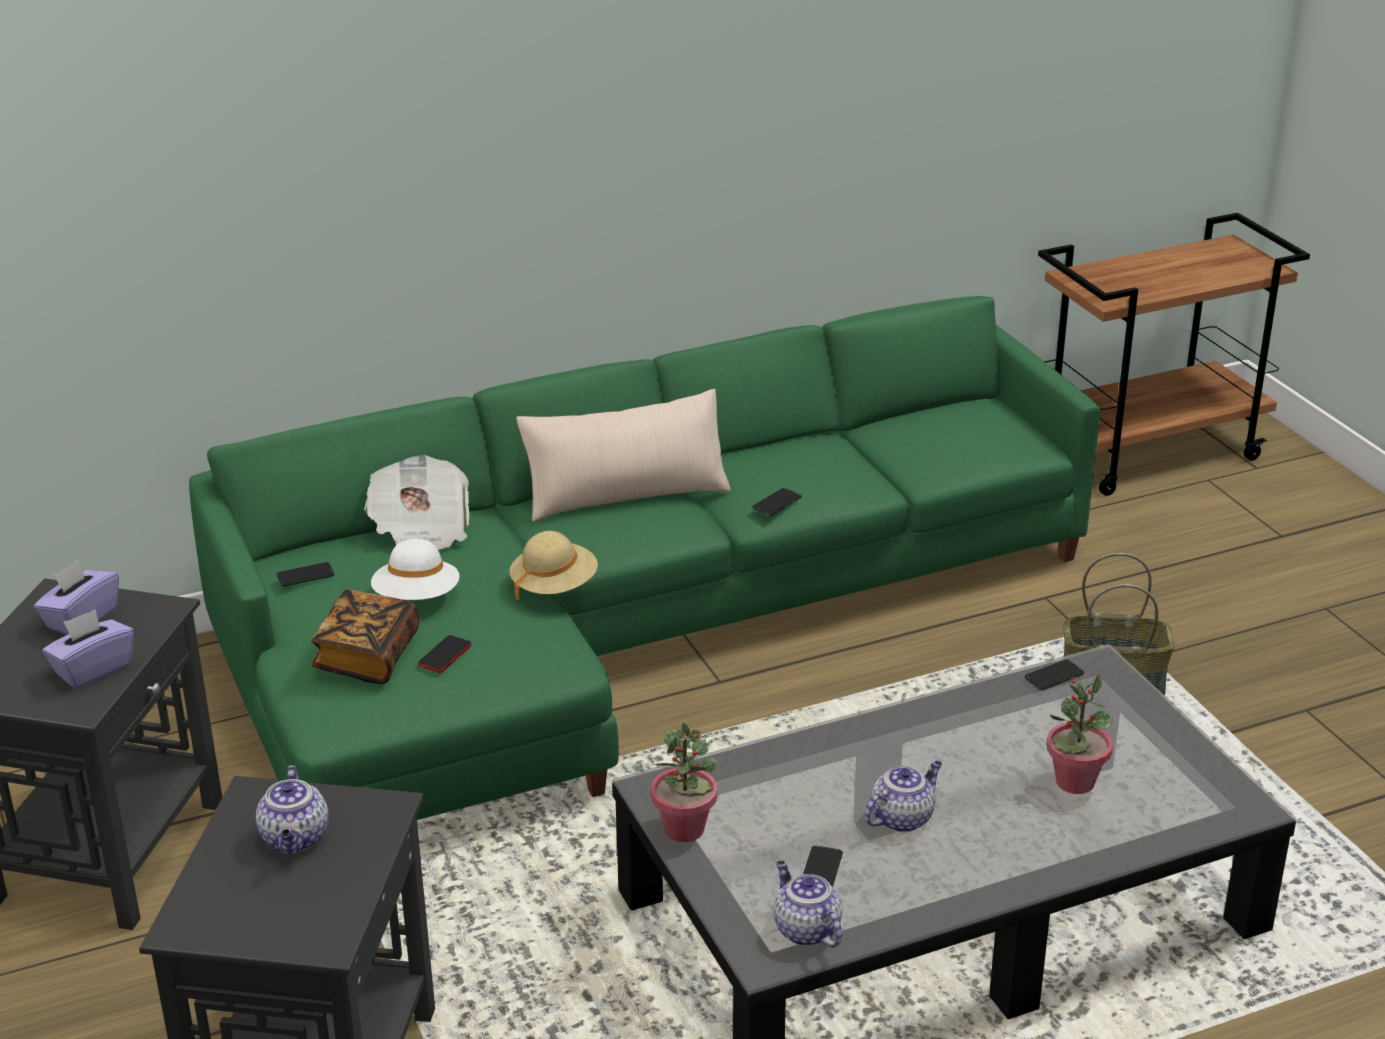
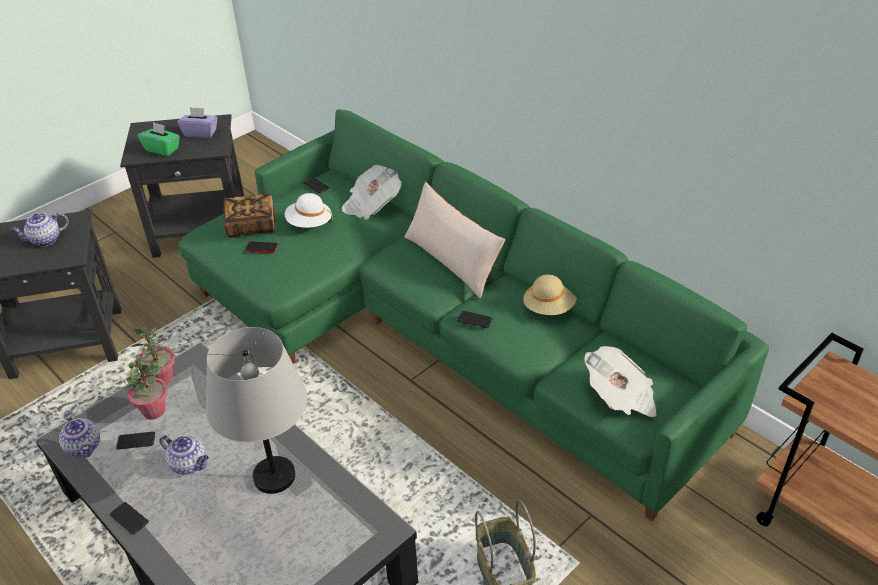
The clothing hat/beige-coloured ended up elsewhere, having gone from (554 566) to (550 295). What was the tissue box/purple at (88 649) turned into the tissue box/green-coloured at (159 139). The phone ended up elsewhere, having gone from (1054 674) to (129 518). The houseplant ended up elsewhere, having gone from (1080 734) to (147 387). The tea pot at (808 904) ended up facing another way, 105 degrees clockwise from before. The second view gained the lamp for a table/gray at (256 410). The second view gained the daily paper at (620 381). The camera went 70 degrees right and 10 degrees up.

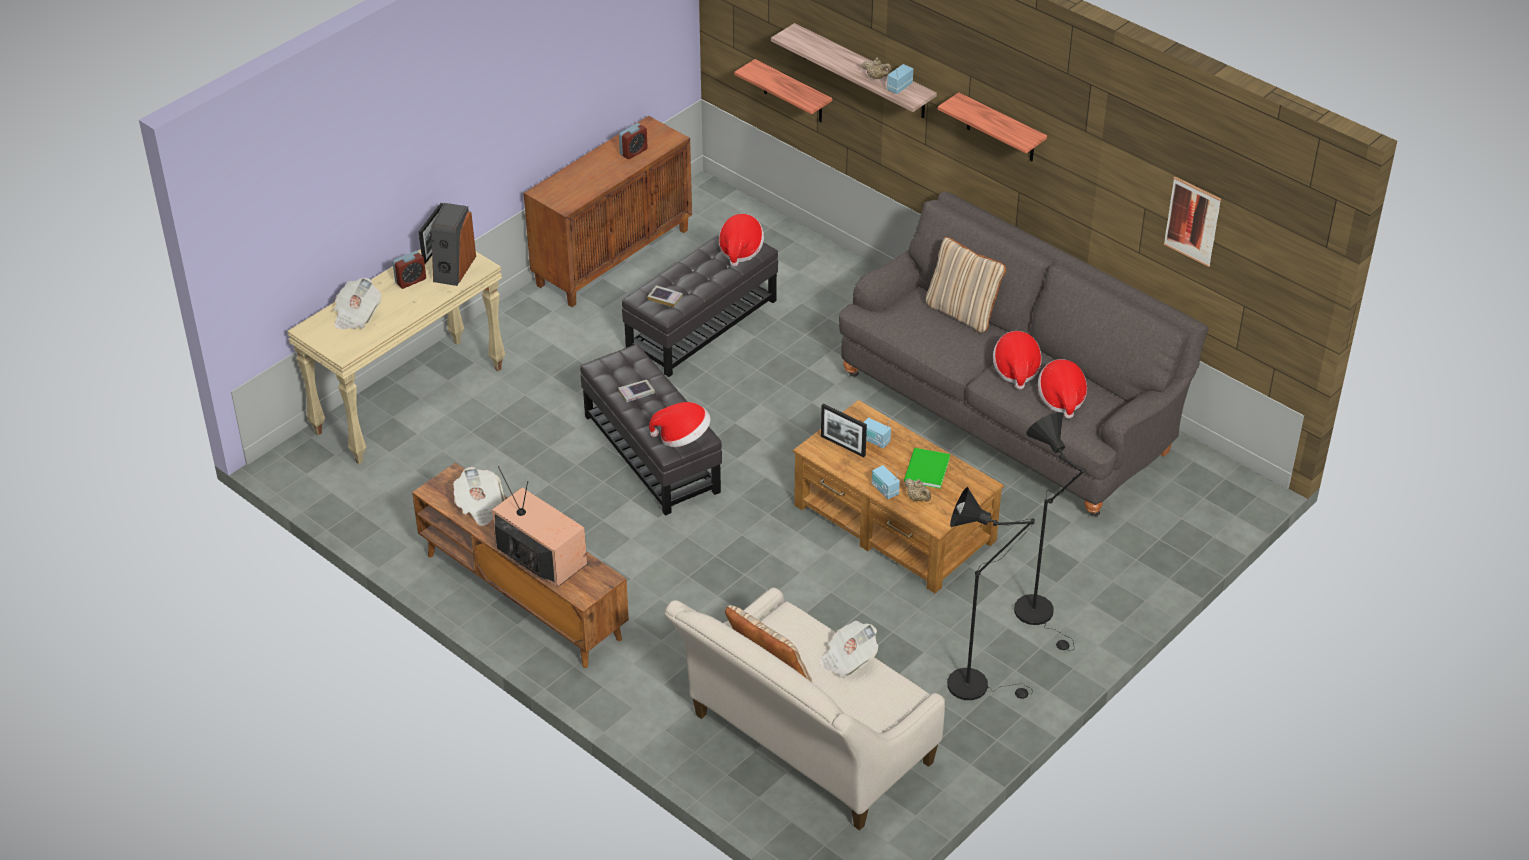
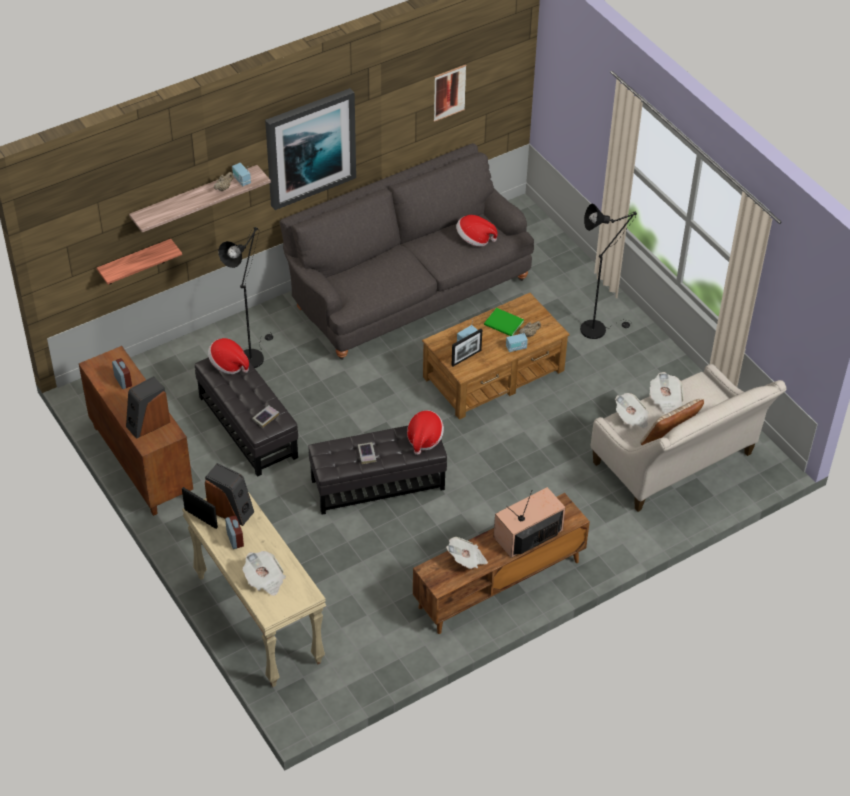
Where the bracket shelf hung at (992 126), the wall art came to hang at (310 149). The second view lost the pillow/beige-coloured at (966 285). The second view lost the clothing hat at (1017 360). The floor lamp/blackish ended up elsewhere, having gone from (991 593) to (245 297). The second view gained the loudspeaker at (148 407). The second view gained the daily paper at (632 411). The camera went 75 degrees left and 5 degrees up.

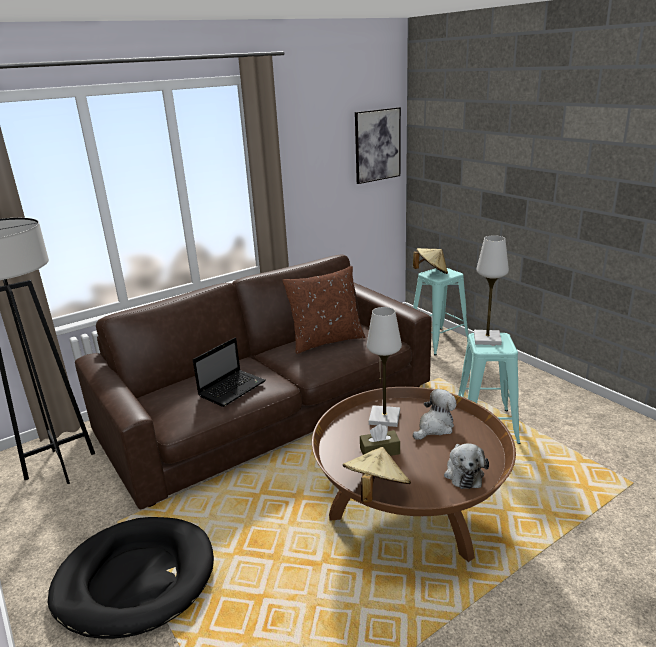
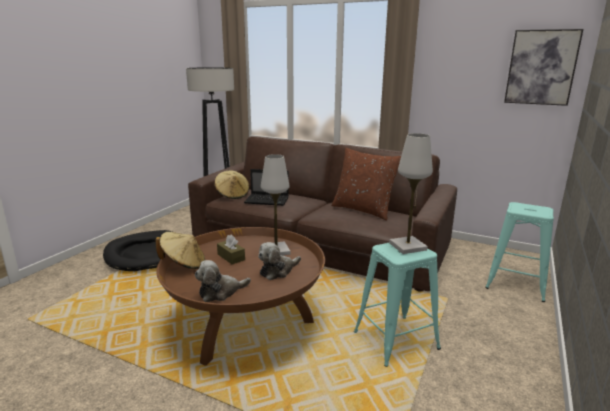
The clothing hat/beige-coloured ended up elsewhere, having gone from (430 261) to (232 185). The cuddly toy at (435 414) ended up facing another way, 120 degrees clockwise from before. The camera went 60 degrees right and 5 degrees down.

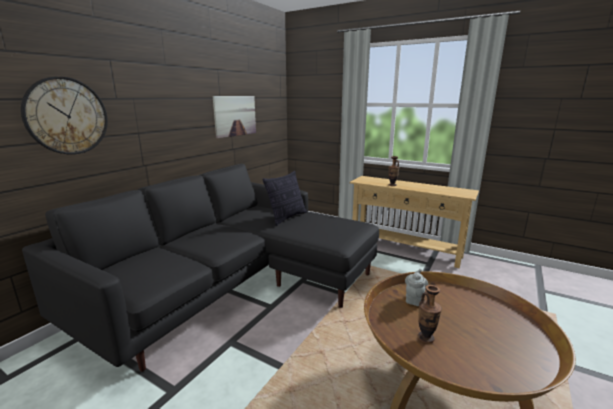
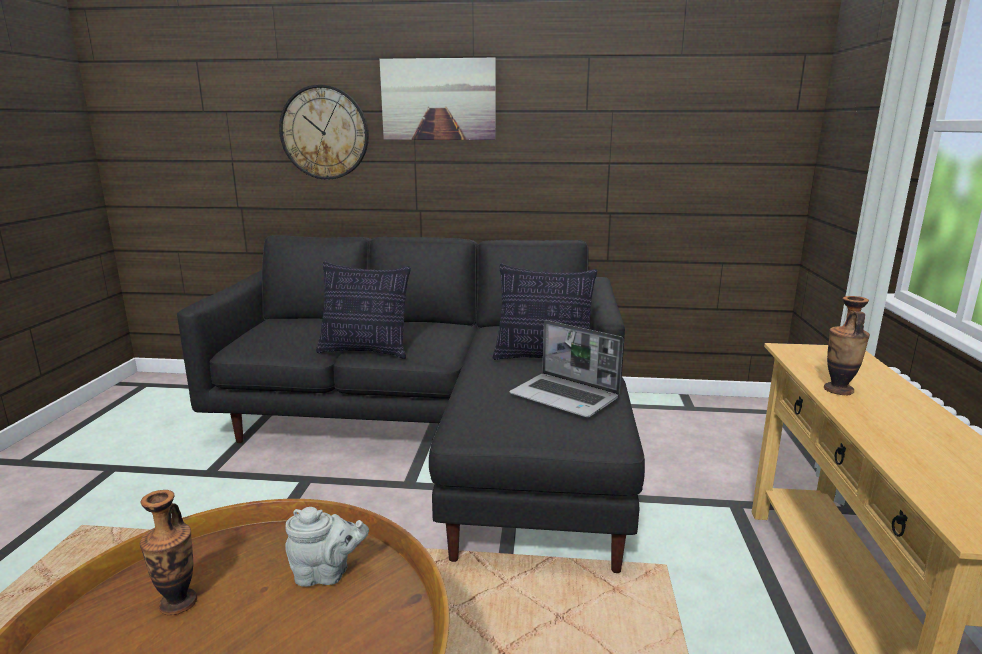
The wall art ended up elsewhere, having gone from (234 117) to (438 98). The second view gained the pillow at (363 310). The second view gained the laptop at (566 368). The camera went 65 degrees right and 0 degrees up.

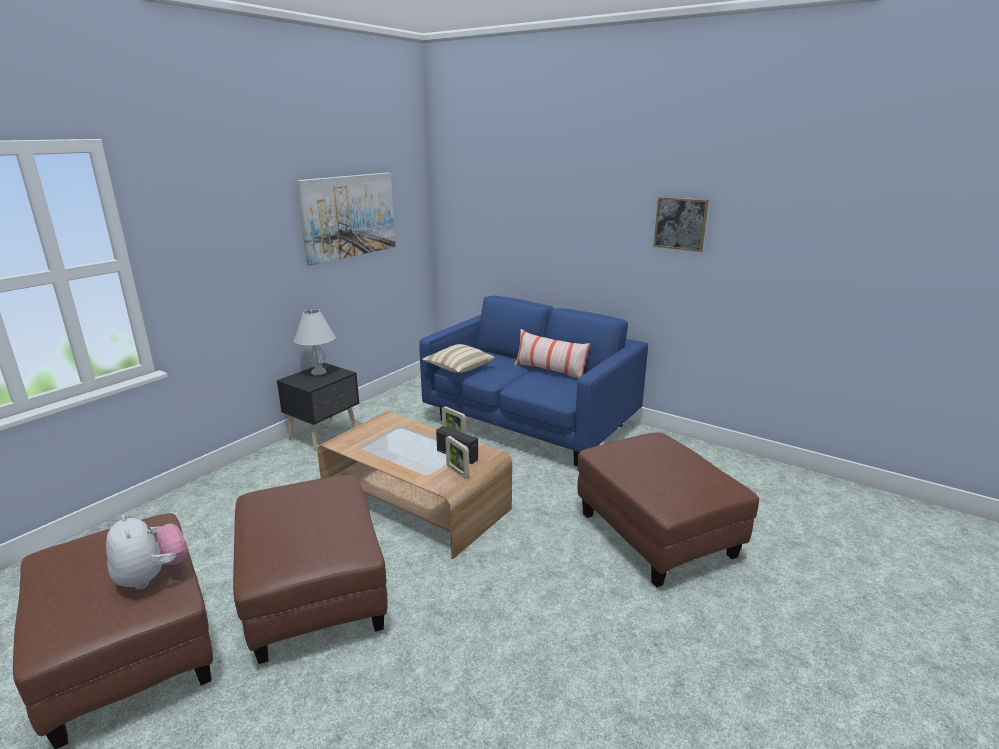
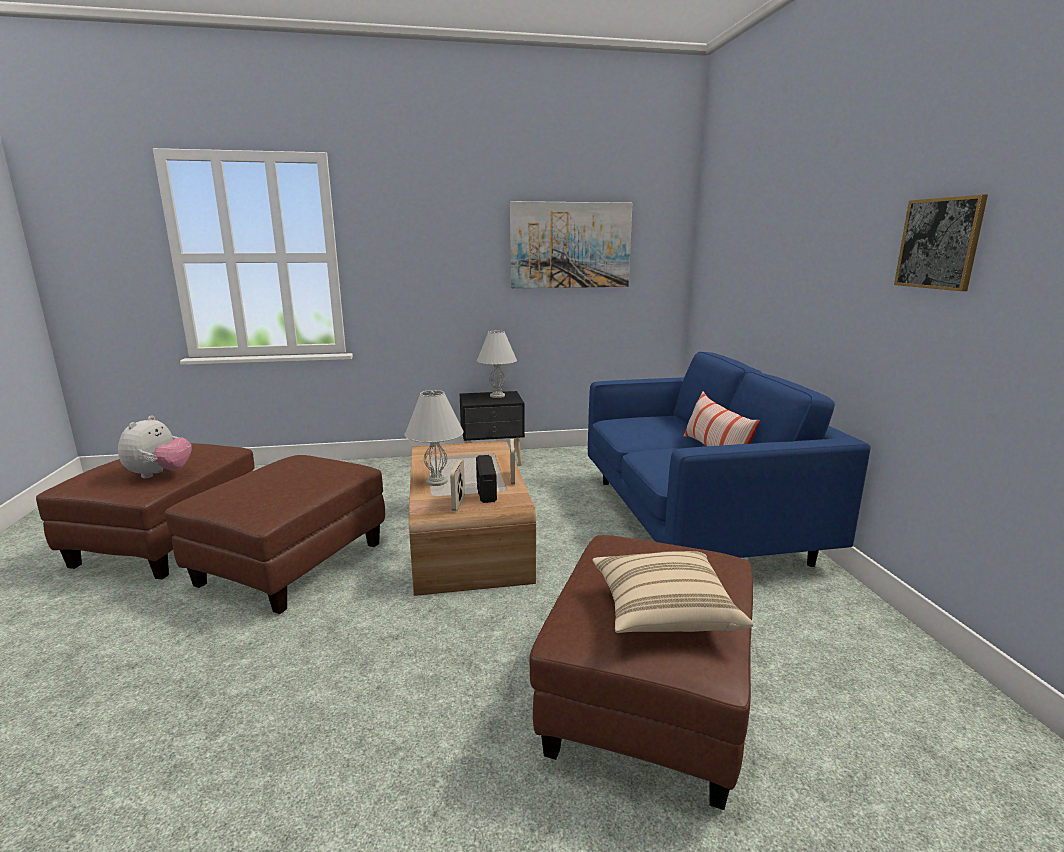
The pillow/beige-coloured ended up elsewhere, having gone from (458 358) to (673 592). The second view gained the lamp for a table/white at (434 438). The camera went 45 degrees right and 5 degrees down.

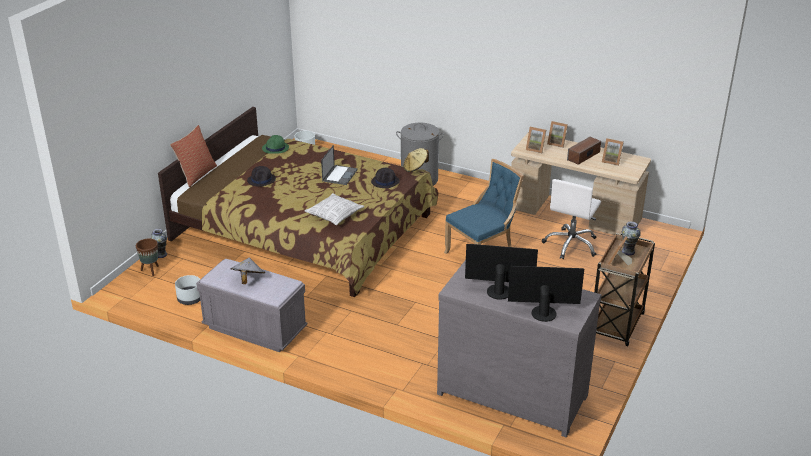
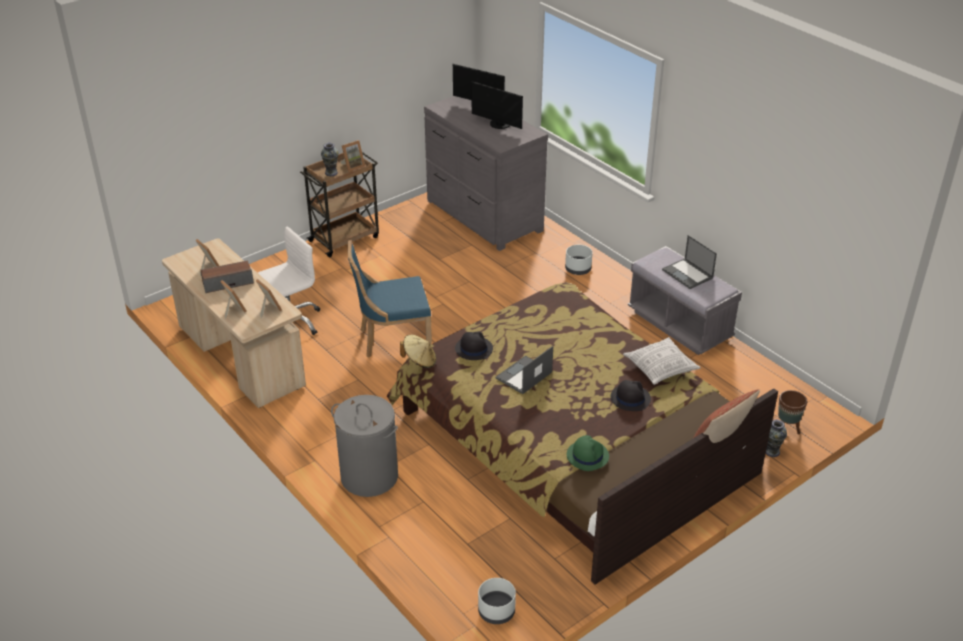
The pillow ended up elsewhere, having gone from (334 209) to (662 361). Where the clothing hat/gray stood at (247 271), the laptop came to stand at (689 262). The flower pot/white ended up elsewhere, having gone from (187 290) to (579 260). The camera went 155 degrees left and 5 degrees up.

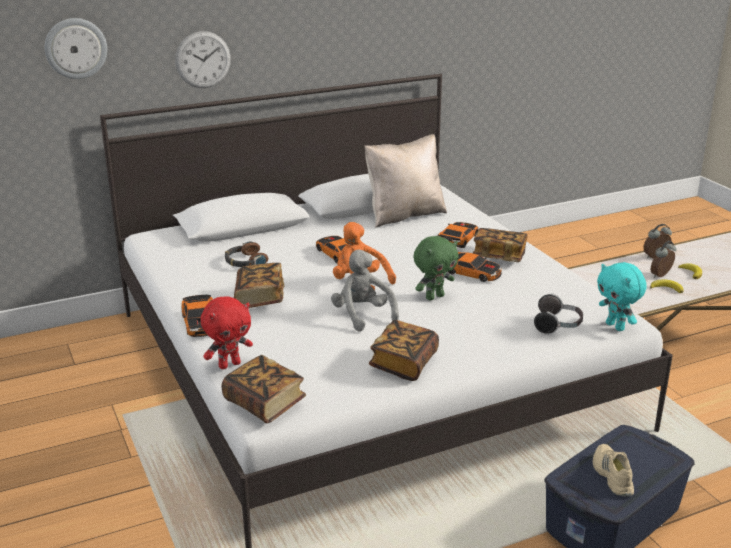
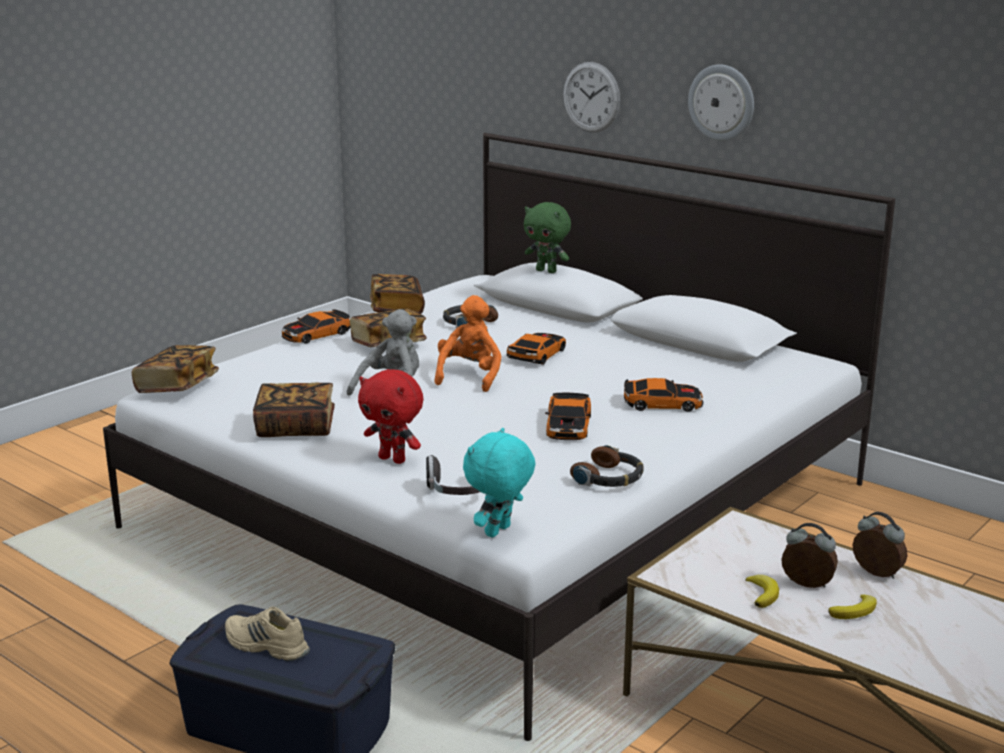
The clock on the wall ended up elsewhere, having gone from (76 48) to (721 102). The second view lost the pillow/beige-coloured at (406 181). The bound book ended up elsewhere, having gone from (500 245) to (397 294). The cuddly toy/green-coloured ended up elsewhere, having gone from (436 268) to (547 237). The cuddly toy/red-coloured ended up elsewhere, having gone from (227 332) to (390 416). The item of footwear/beige-coloured at (613 470) ended up facing another way, 120 degrees counterclockwise from before. The second view gained the headphones at (607 466). The camera went 65 degrees right and 5 degrees down.

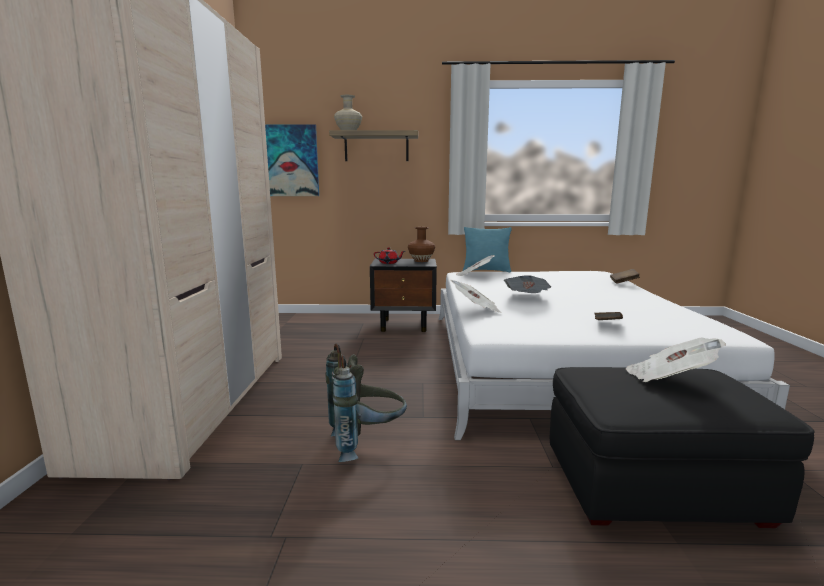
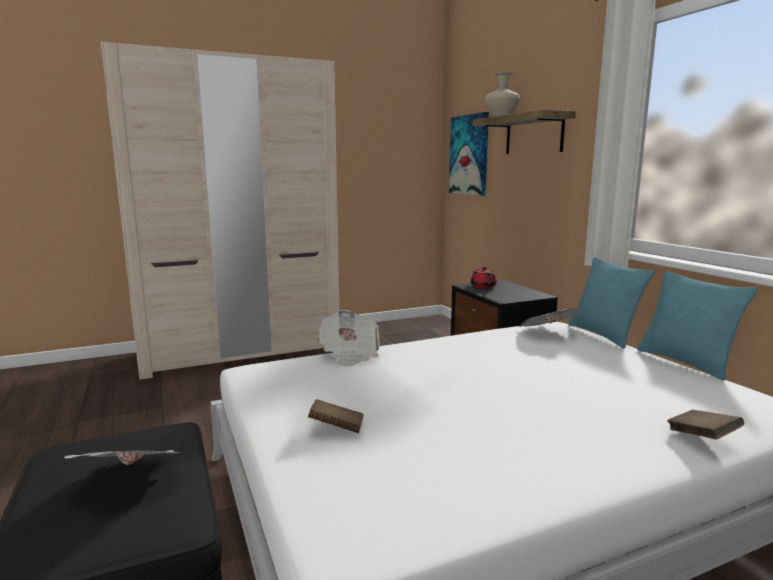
The second view lost the decorative vase/brownish at (421 244). The second view lost the daily paper at (527 284). The second view lost the rucksack/gray at (366 402). The second view gained the pillow/turquoise-coloured at (697 325). The camera went 65 degrees right and 0 degrees up.

